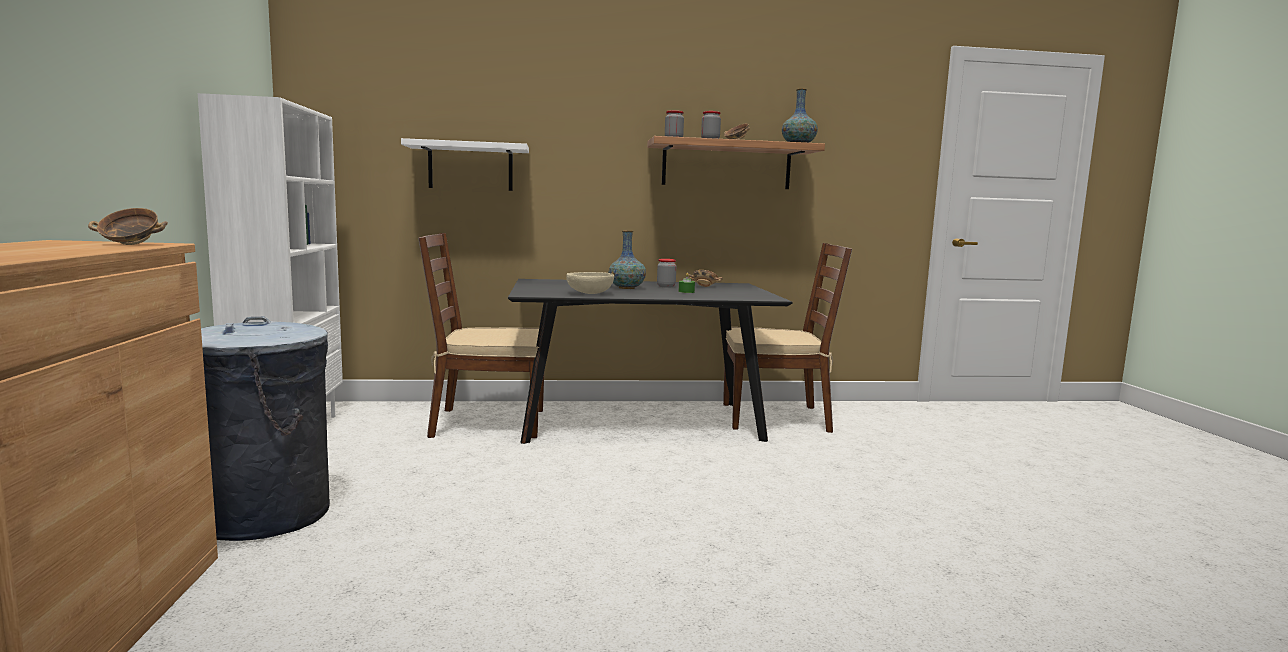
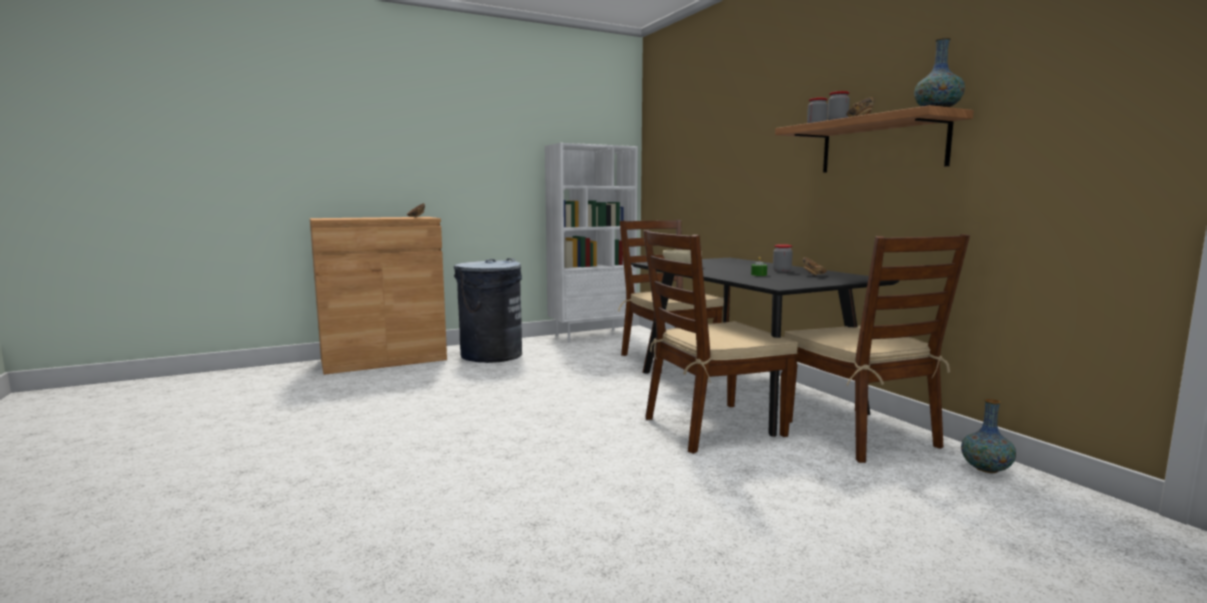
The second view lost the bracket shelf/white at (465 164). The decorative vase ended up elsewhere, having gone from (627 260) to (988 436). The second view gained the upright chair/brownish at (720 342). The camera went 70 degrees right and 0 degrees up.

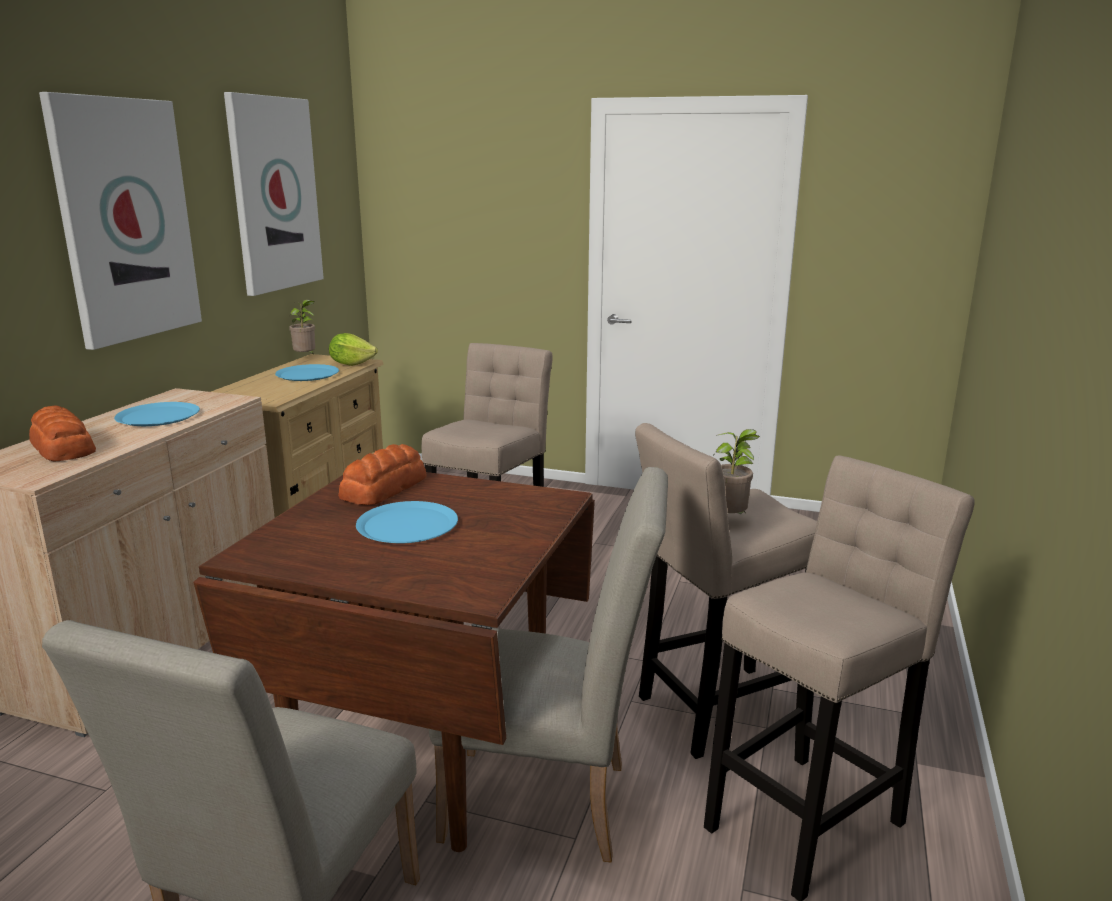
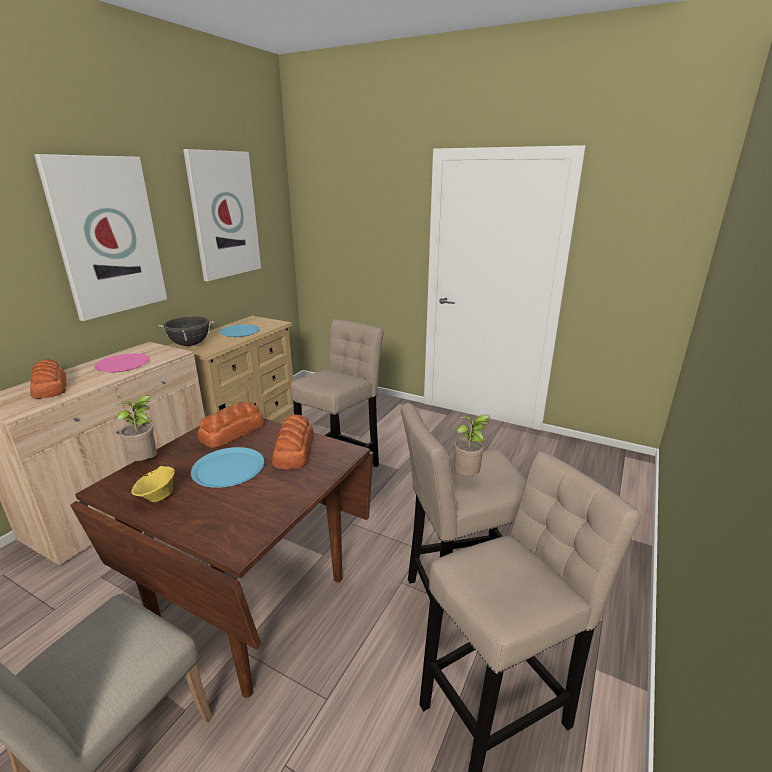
The houseplant ended up elsewhere, having gone from (301 326) to (138 428). The second view lost the head of lettuce at (353 349). What was the flat dish/blue at (157 414) turned into the flat dish/pink-coloured at (121 363). The second view lost the upright chair/beige-coloured at (548 664). The second view gained the cooking pot/blackish at (186 331). The second view gained the bakery bread at (293 441). The second view gained the serving bowl/yellowish at (153 484). The camera went 10 degrees right and 5 degrees up.

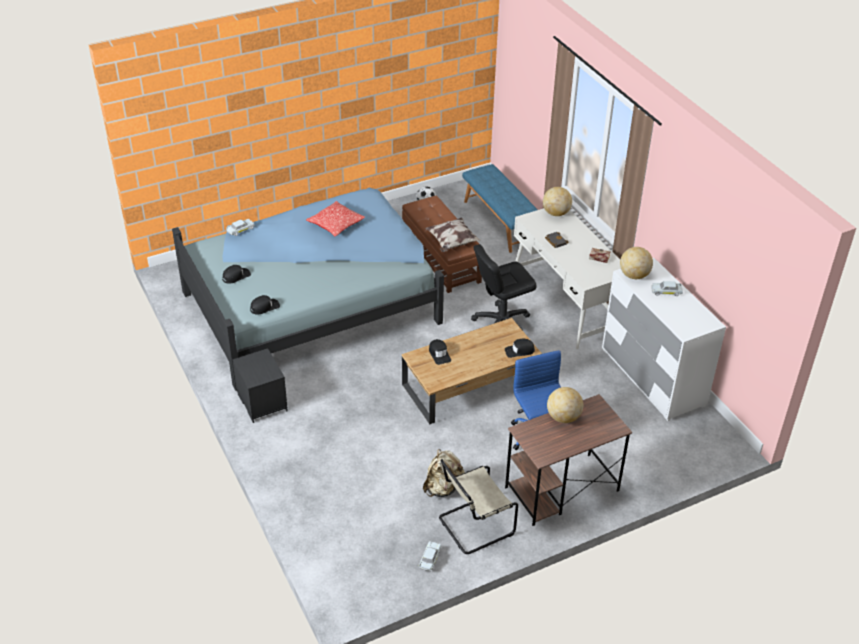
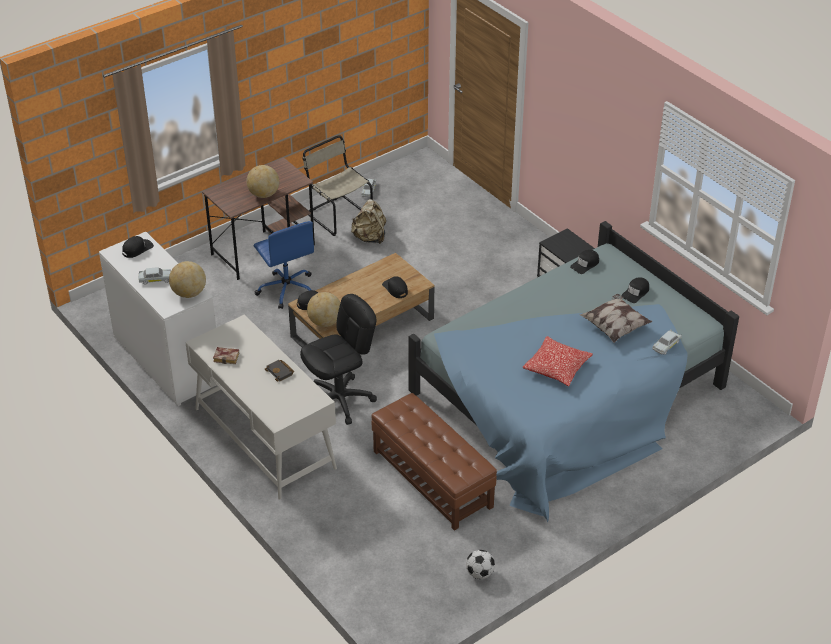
The second view lost the long seat/blue at (500 208). The desk globe ended up elsewhere, having gone from (557 201) to (323 309). The pillow ended up elsewhere, having gone from (452 235) to (616 318). The upright chair/beige-coloured at (478 506) ended up facing another way, 90 degrees counterclockwise from before. The second view gained the peaked cap/blackish at (138 247). The camera went 170 degrees right and 0 degrees up.

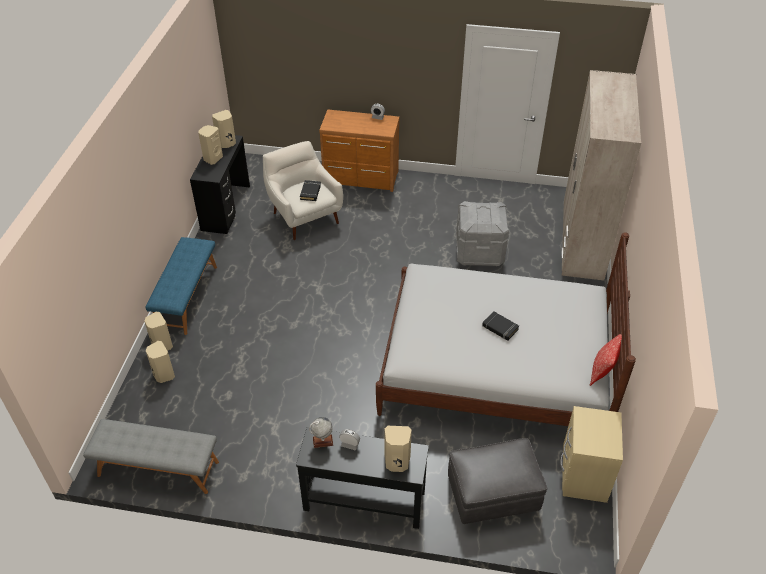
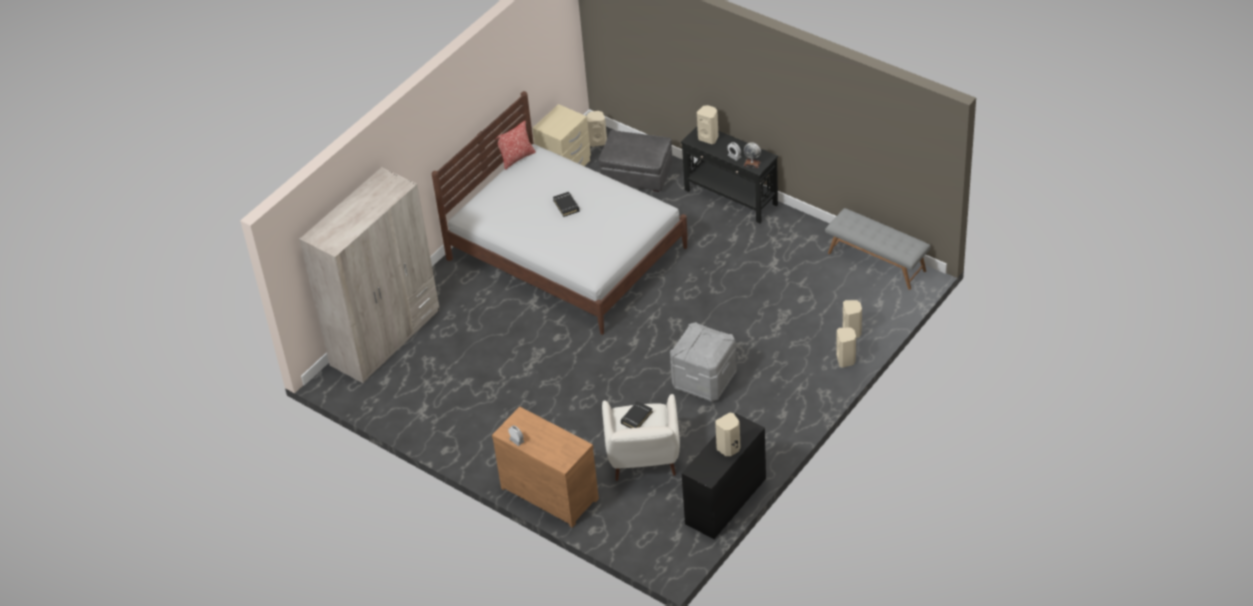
The loudspeaker/beige-coloured ended up elsewhere, having gone from (224 129) to (597 129). The storage bin/gray ended up elsewhere, having gone from (482 233) to (703 361). The second view lost the long seat/blue at (181 286). The camera went 150 degrees left and 0 degrees up.

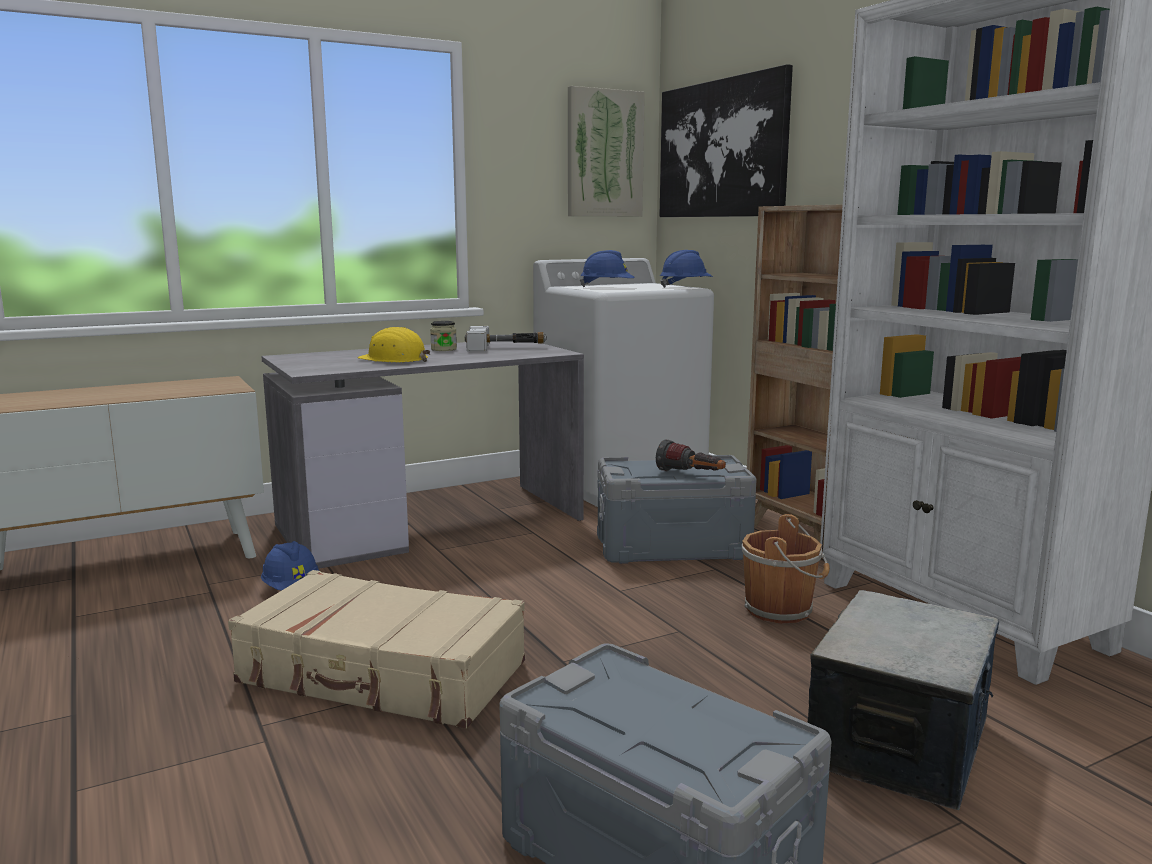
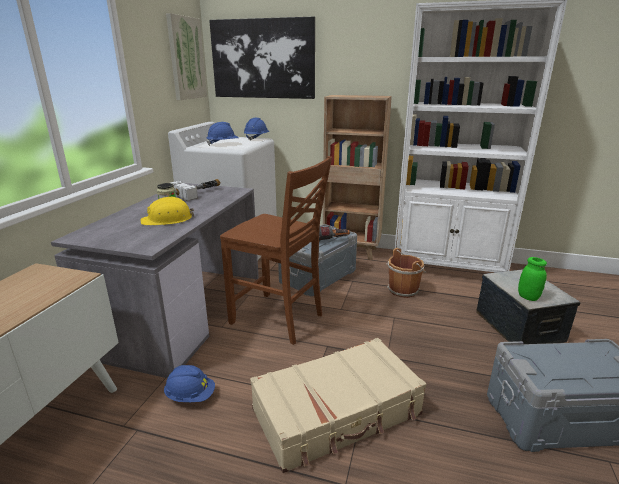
The second view gained the upright chair/brownish at (276 250). The second view gained the storage jar/green-coloured at (532 279). The camera went 45 degrees left and 10 degrees up.

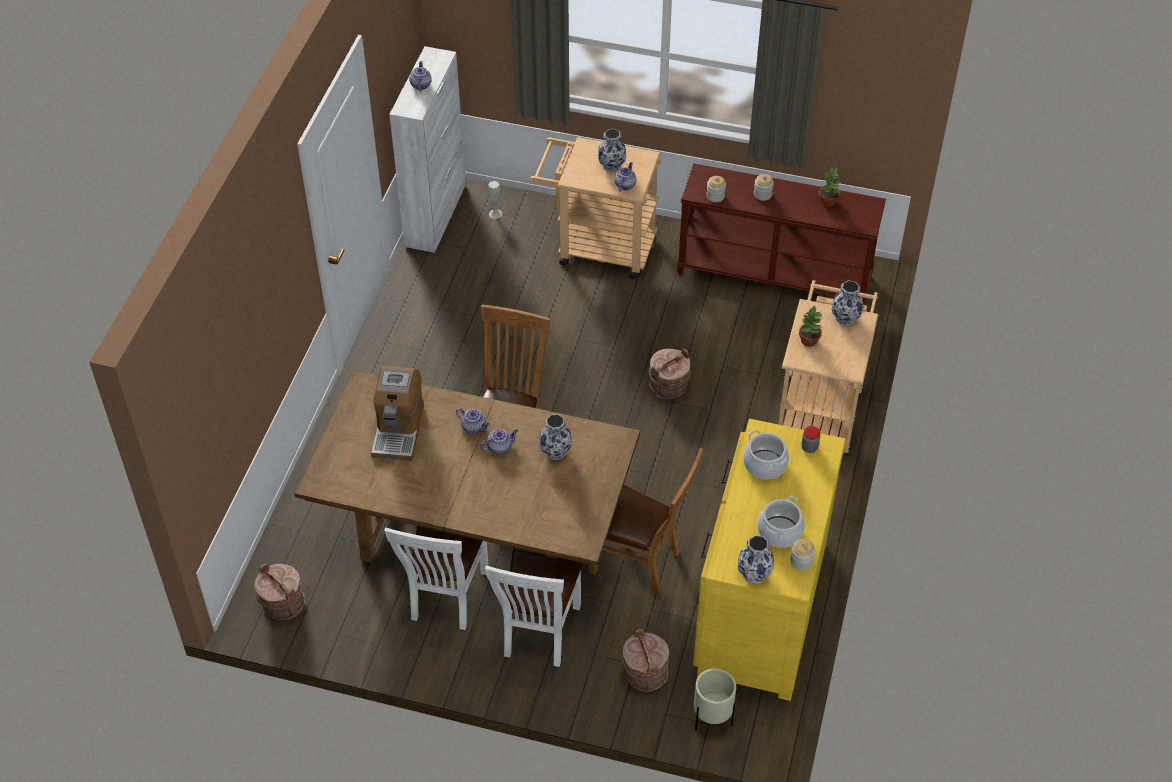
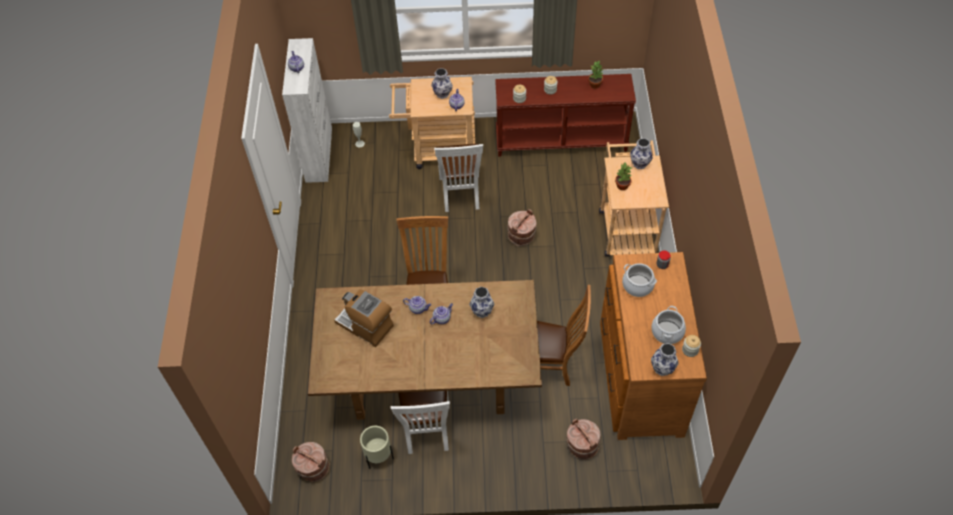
The coffee machine at (397 413) ended up facing another way, 135 degrees clockwise from before. What was the dresser/yellowish at (769 560) turned into the dresser/brownish at (653 346). The upright chair/white ended up elsewhere, having gone from (533 608) to (458 178). The flower pot/beige-coloured ended up elsewhere, having gone from (715 699) to (377 447). The camera went 15 degrees left and 5 degrees up.

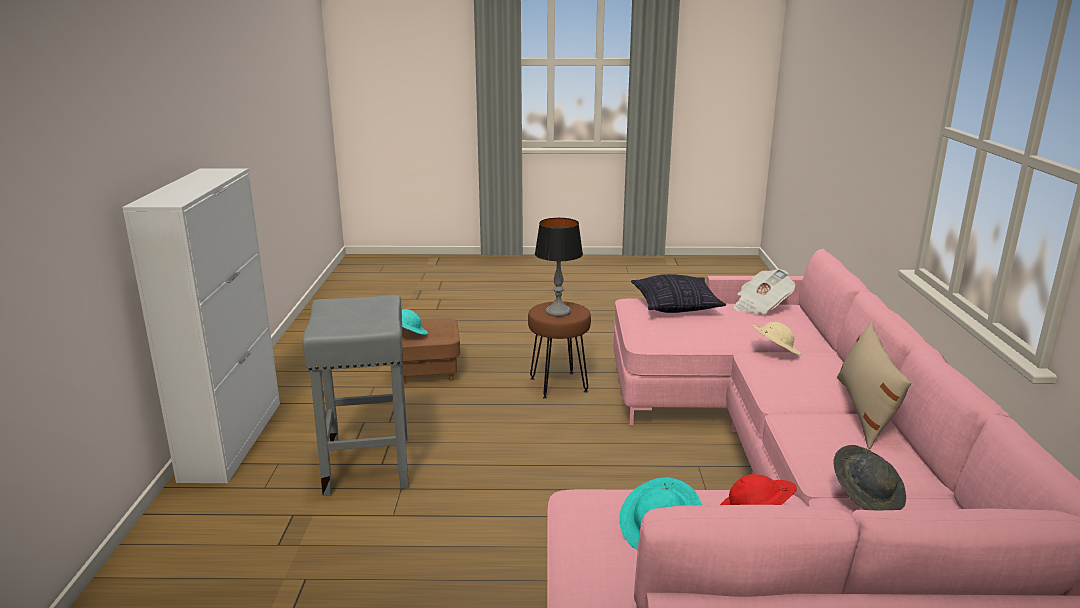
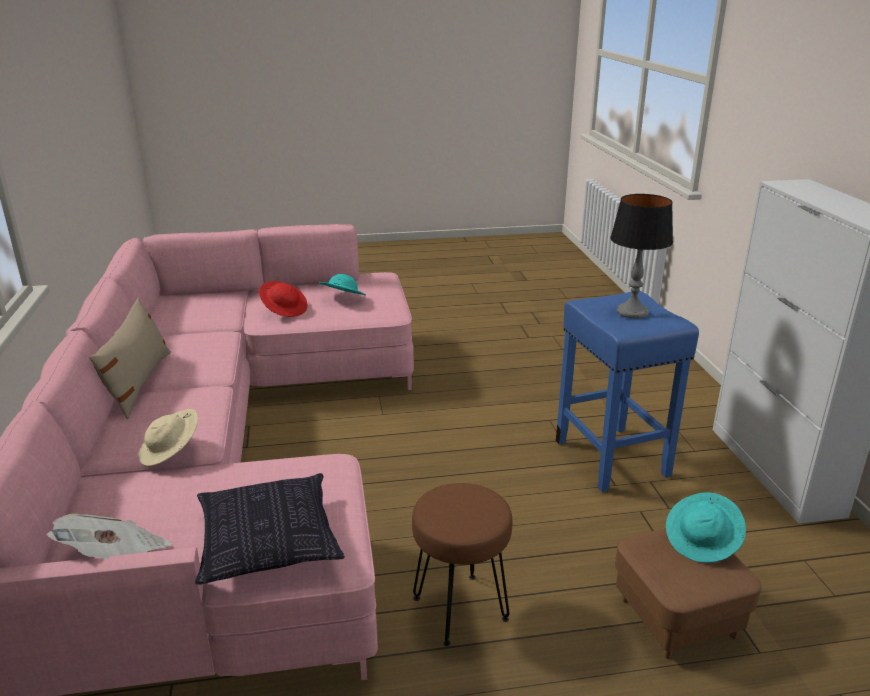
The lamp for a table ended up elsewhere, having gone from (559 267) to (641 256). What was the stool seat/gray at (355 395) turned into the stool seat/blue at (627 391). The second view lost the clothing hat/gray at (869 477). The camera went 170 degrees right and 5 degrees up.

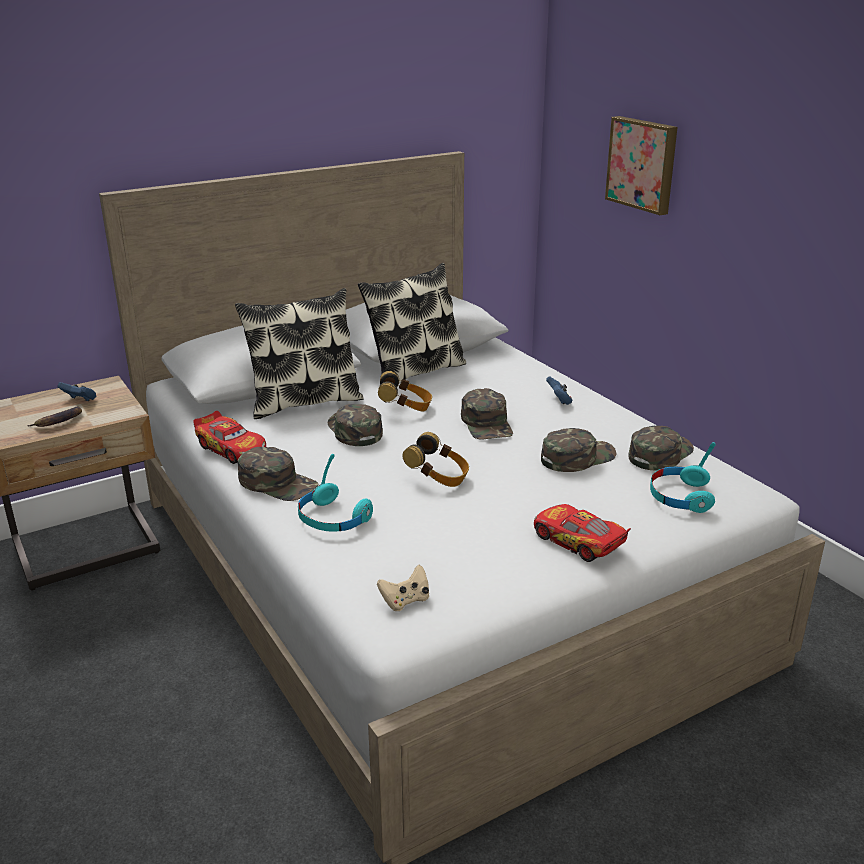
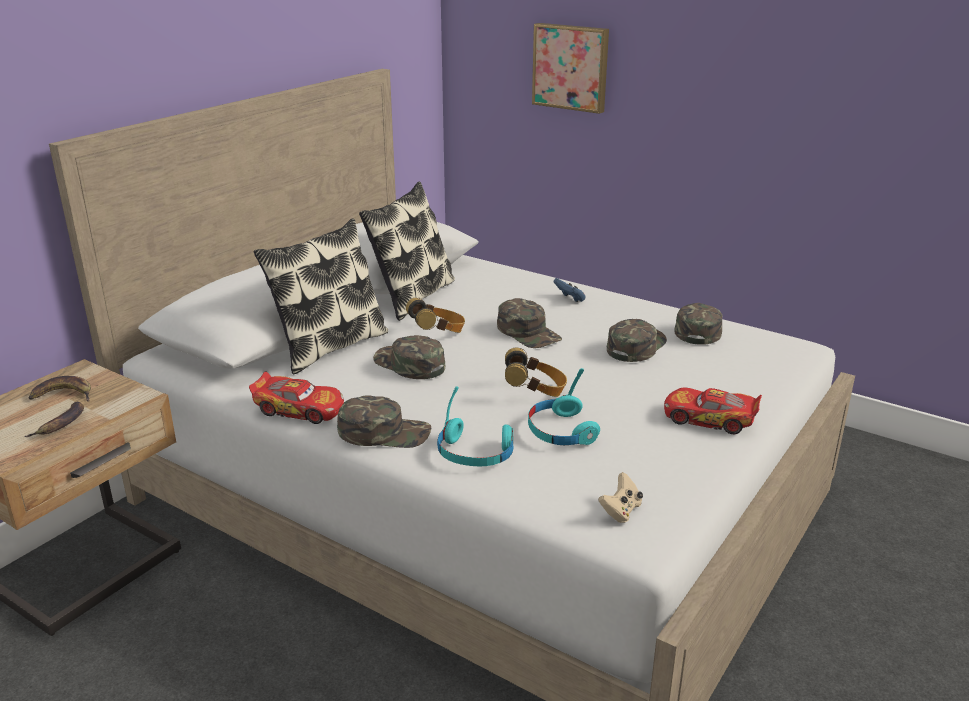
Where the game controller/blue stood at (77 391), the whole banana came to stand at (60 389). The headphones/turquoise-coloured ended up elsewhere, having gone from (683 477) to (564 406). The camera went 25 degrees left and 0 degrees up.

